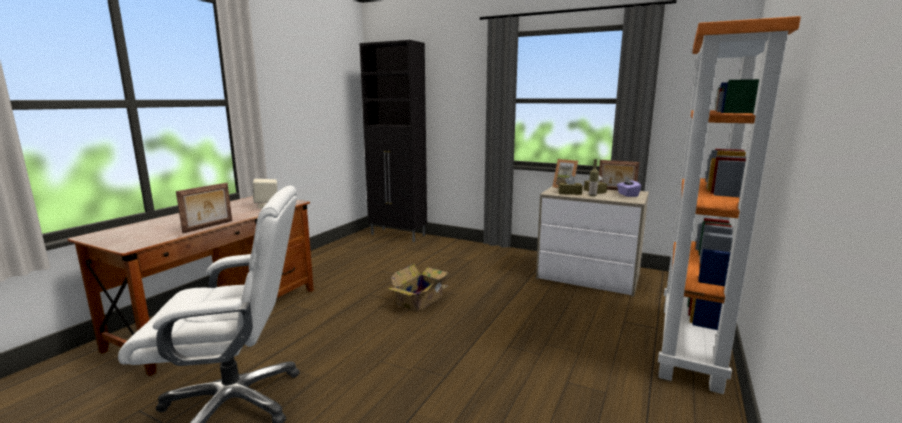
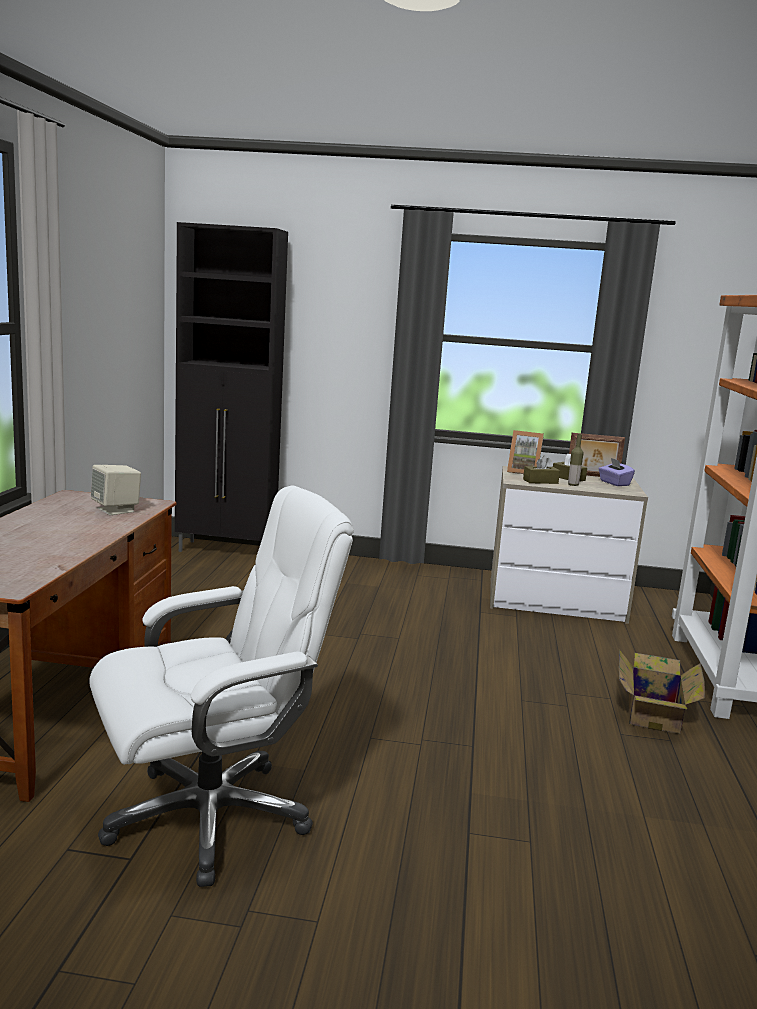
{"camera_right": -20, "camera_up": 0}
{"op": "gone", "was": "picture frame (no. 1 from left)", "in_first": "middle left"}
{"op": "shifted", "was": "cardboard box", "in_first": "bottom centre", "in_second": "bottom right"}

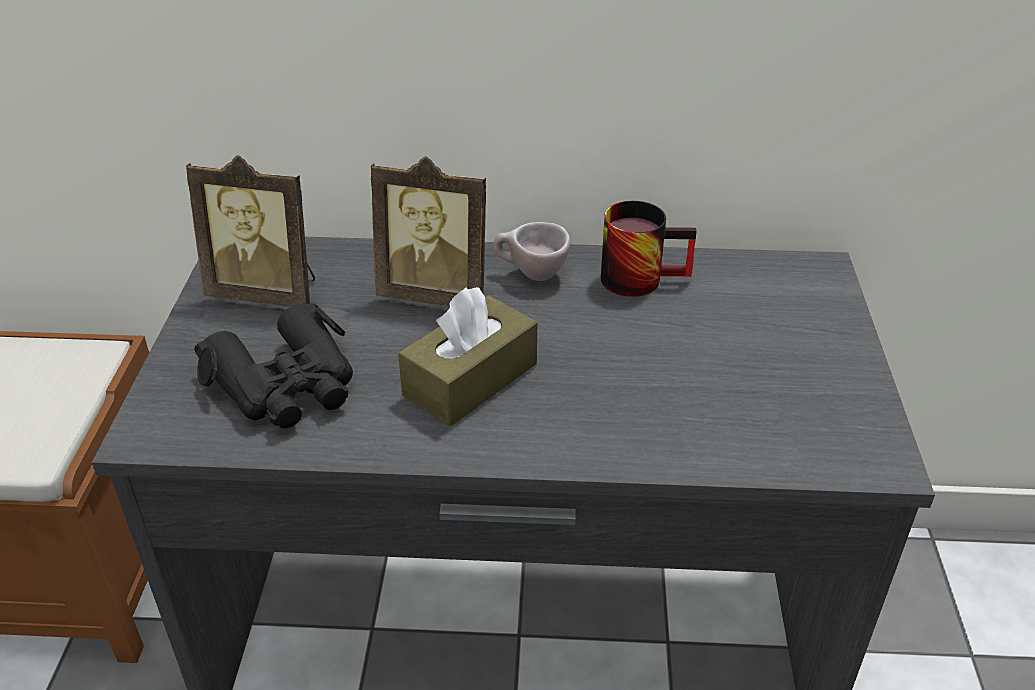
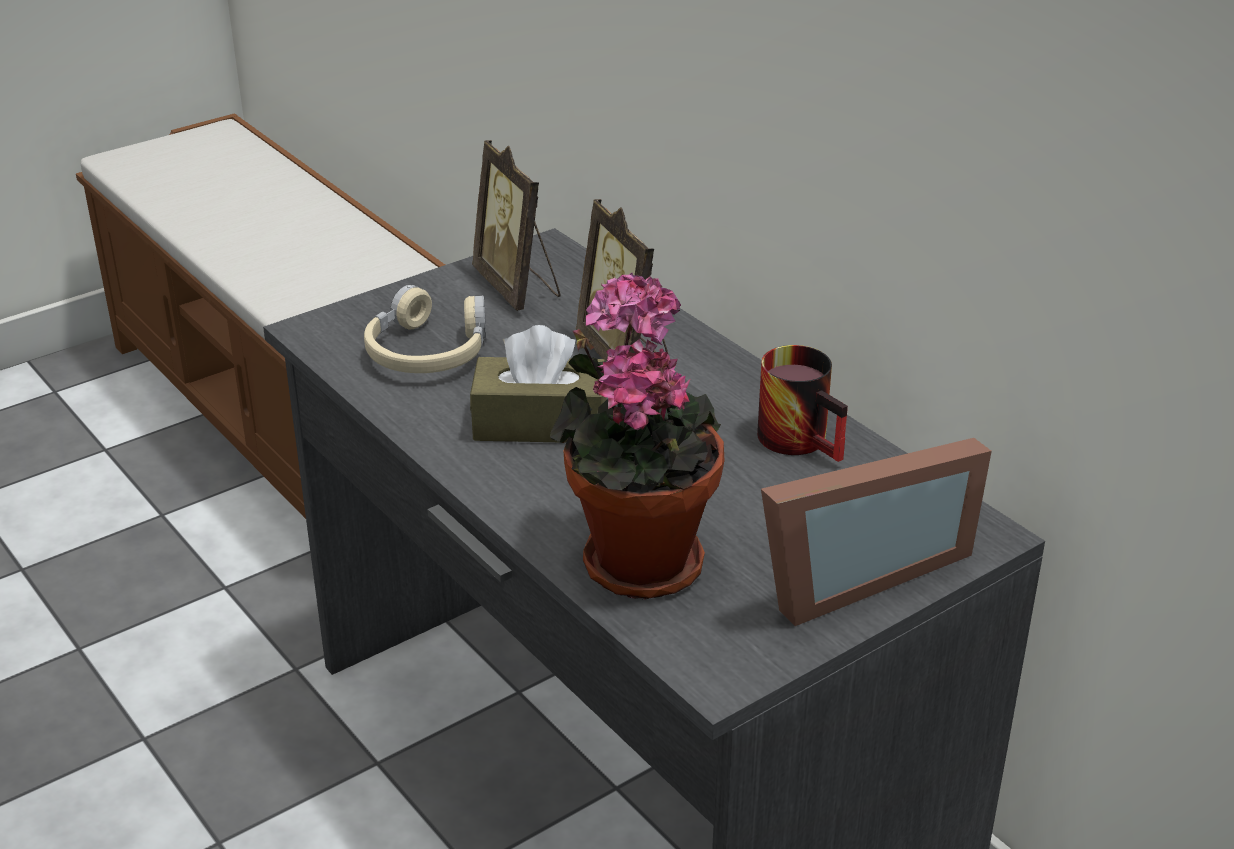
{"camera_right": 50, "camera_up": -5}
{"op": "gone", "was": "beige cup", "in_first": "centre"}
{"op": "new", "now": "potted plant", "in_second": "centre"}
{"op": "new", "now": "picture frame (no. 3 from left)", "in_second": "middle right"}
{"op": "swapped", "was": "black binoculars", "now": "beige headphones", "in_first": "middle left", "in_second": "centre"}

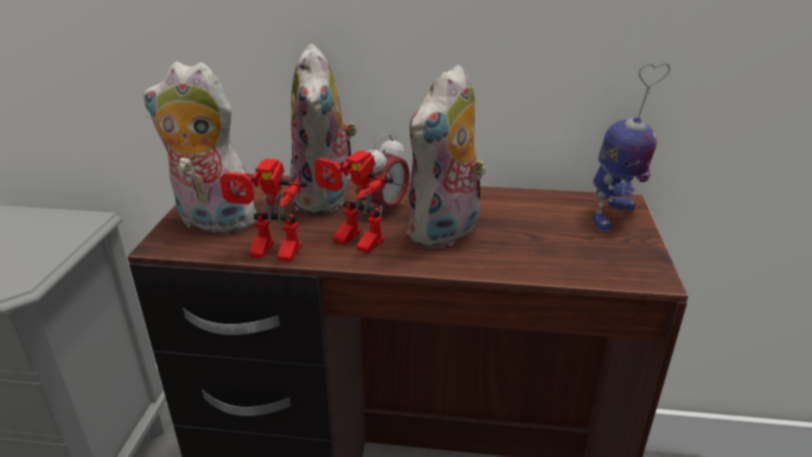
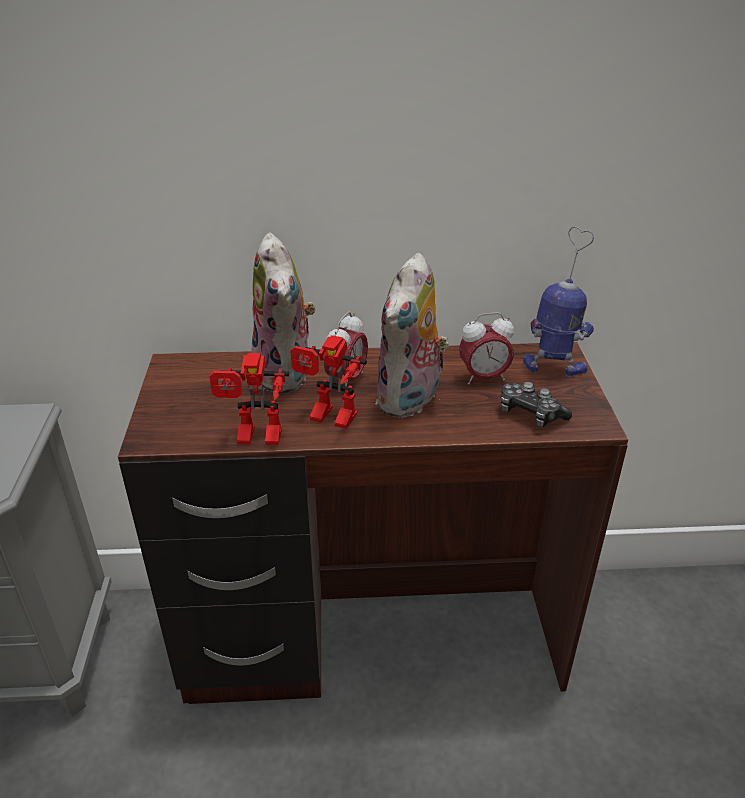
{"camera_right": -10, "camera_up": 5}
{"op": "gone", "was": "plush toy (no. 1 from left)", "in_first": "top left"}
{"op": "new", "now": "alarm clock (no. 2 from left)", "in_second": "centre"}
{"op": "new", "now": "game controller", "in_second": "middle right"}
{"op": "rotated", "was": "toy robot (no. 3 from left)", "in_first": "top right", "in_second": "middle right", "clockwise": -105}

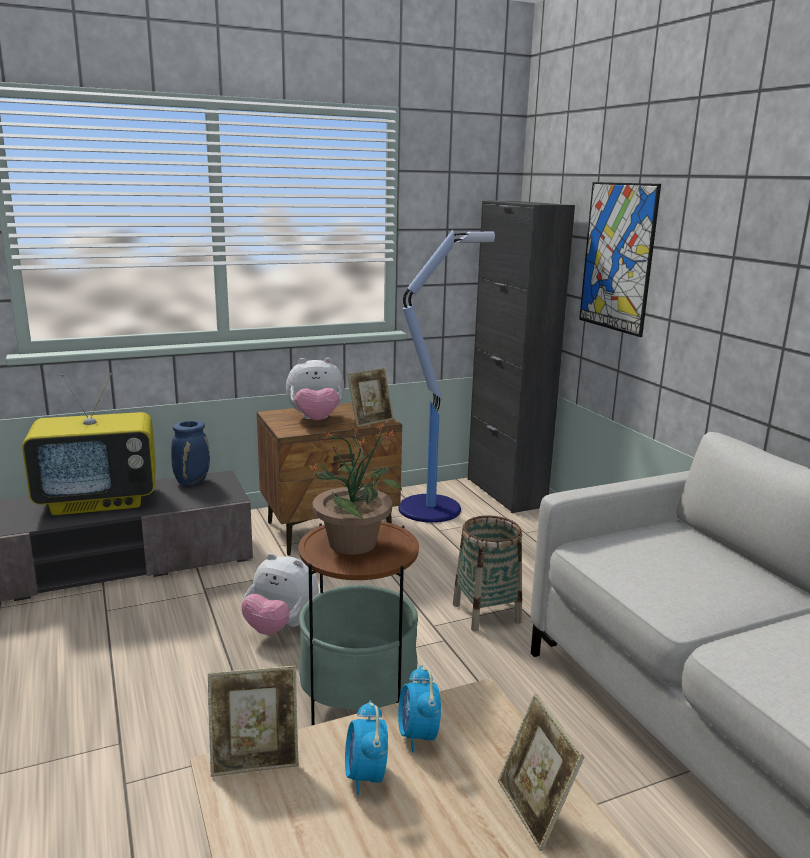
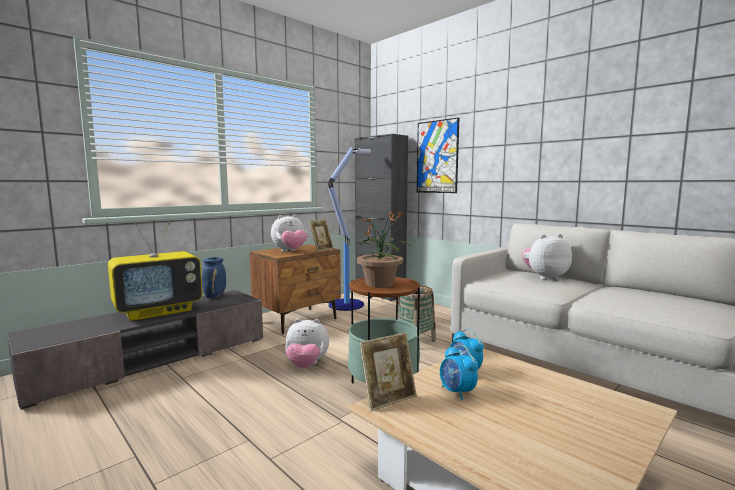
{"camera_right": -20, "camera_up": -10}
{"op": "gone", "was": "picture frame (no. 3 from left)", "in_first": "bottom right"}
{"op": "new", "now": "plush toy (no. 3 from left)", "in_second": "middle right"}

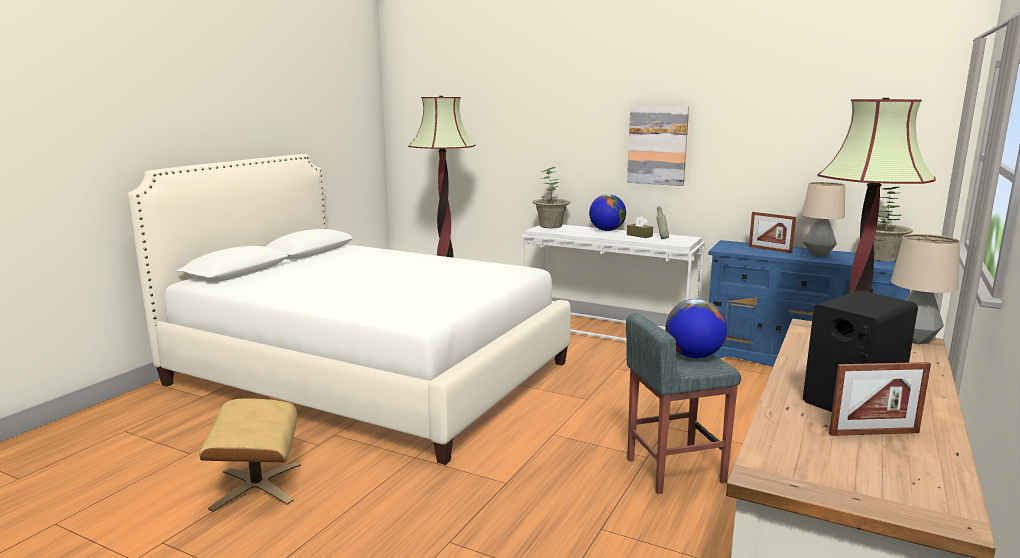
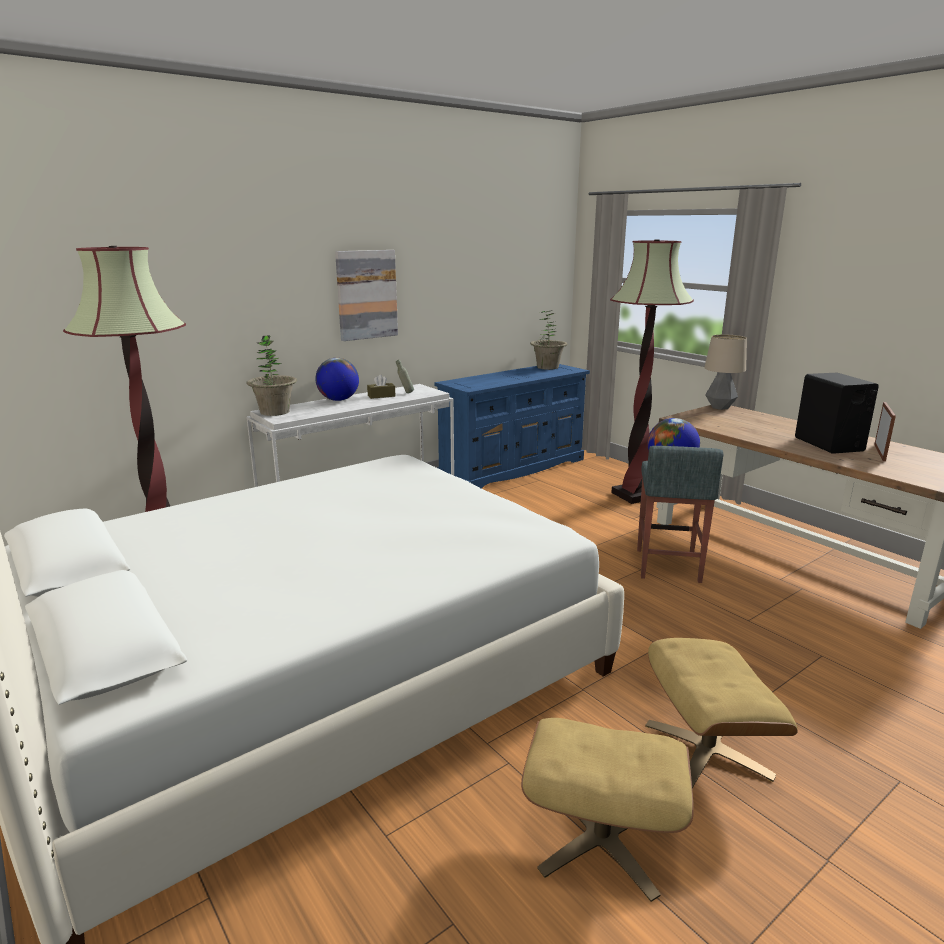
{"camera_right": -65, "camera_up": 5}
{"op": "gone", "was": "picture frame (no. 1 from left)", "in_first": "middle right"}
{"op": "gone", "was": "table lamp (no. 1 from left)", "in_first": "middle right"}
{"op": "new", "now": "beige ottoman (no. 2 from left)", "in_second": "bottom right"}

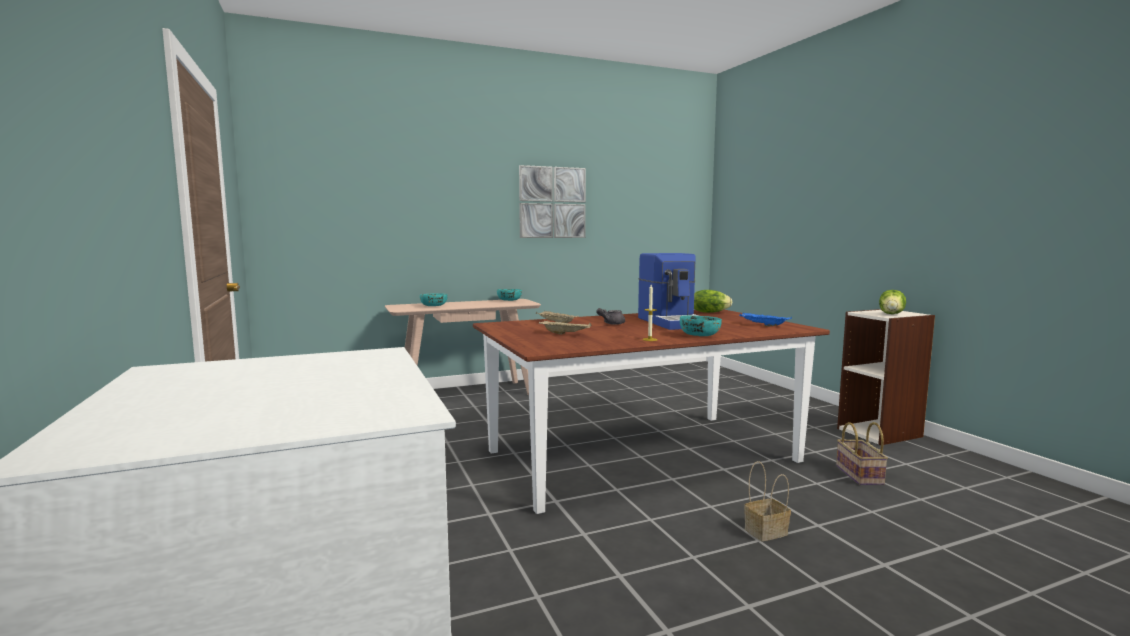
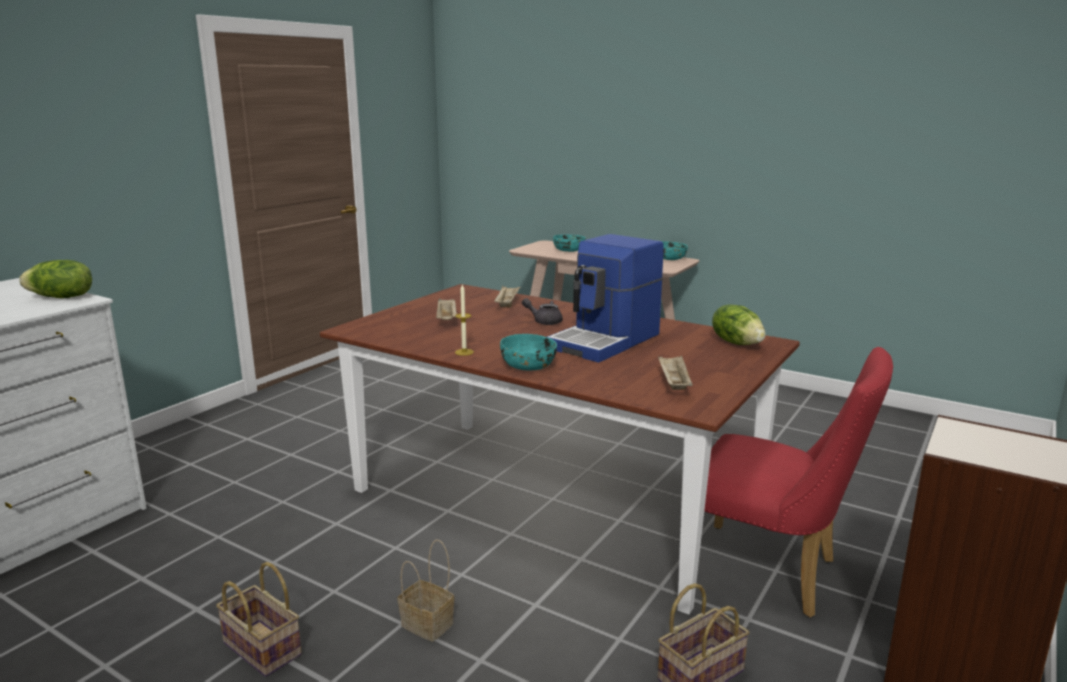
{"camera_right": 55, "camera_up": 10}
{"op": "gone", "was": "picture", "in_first": "top centre"}
{"op": "new", "now": "basket (no. 1 from left)", "in_second": "bottom left"}
{"op": "new", "now": "red chair", "in_second": "bottom right"}
{"op": "shifted", "was": "lettuce (no. 2 from left in the first image)", "now": "lettuce (no. 1 from left)", "in_first": "middle right", "in_second": "middle left"}
{"op": "repainted", "was": "blue tray", "now": "beige tray (no. 3 from left)", "in_first": "middle right", "in_second": "centre"}

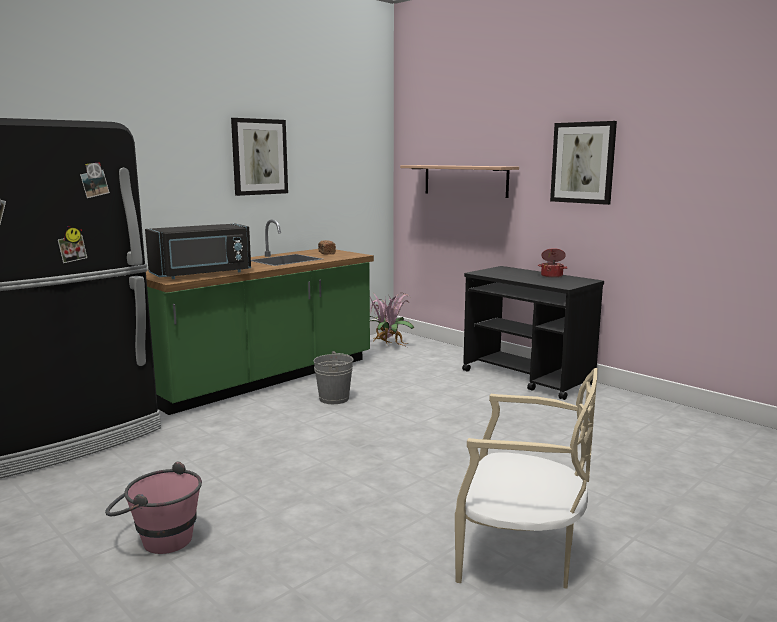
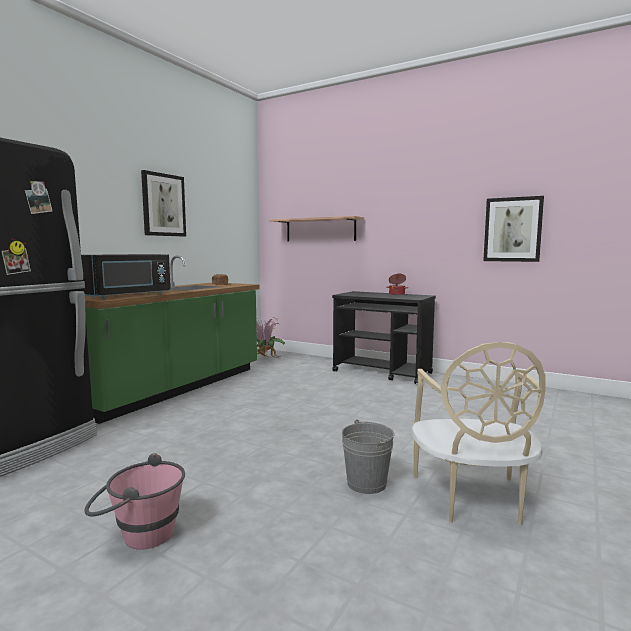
{"camera_right": -15, "camera_up": -5}
{"op": "shifted", "was": "grey bucket", "in_first": "centre", "in_second": "bottom centre"}
{"op": "shifted", "was": "picture (no. 2 from left)", "in_first": "top right", "in_second": "middle right"}
{"op": "rotated", "was": "beige chair", "in_first": "bottom right", "in_second": "bottom right", "clockwise": 90}

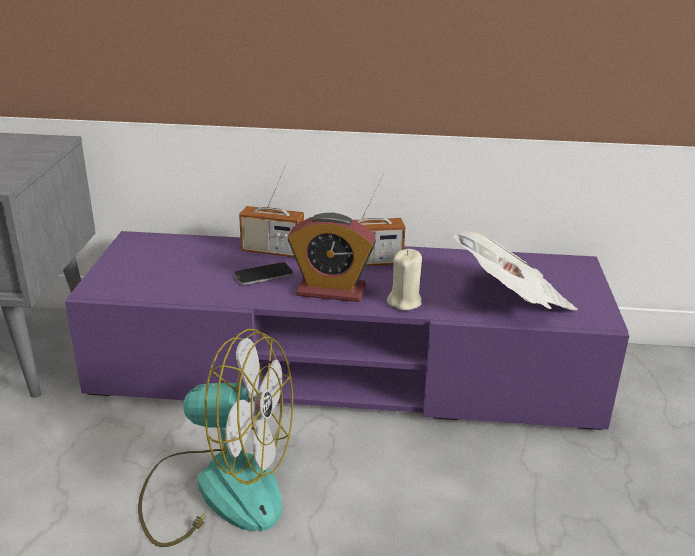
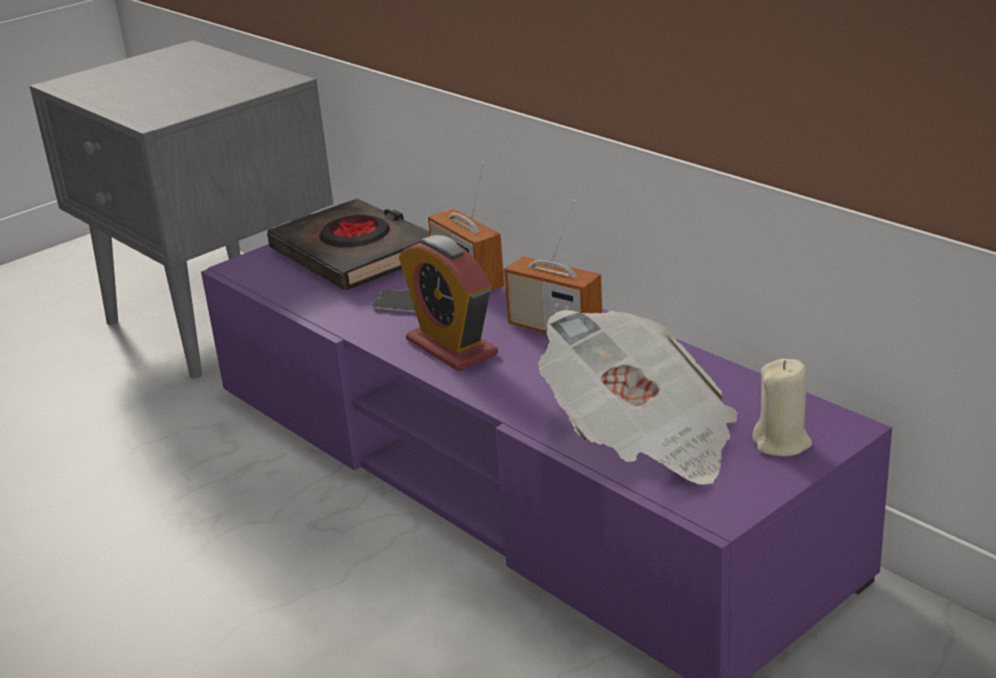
{"camera_right": 45, "camera_up": 0}
{"op": "gone", "was": "fan", "in_first": "bottom left"}
{"op": "new", "now": "black book", "in_second": "centre"}
{"op": "shifted", "was": "beige candle", "in_first": "centre", "in_second": "middle right"}

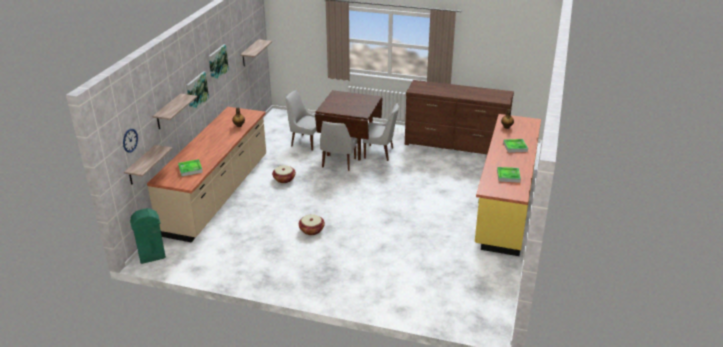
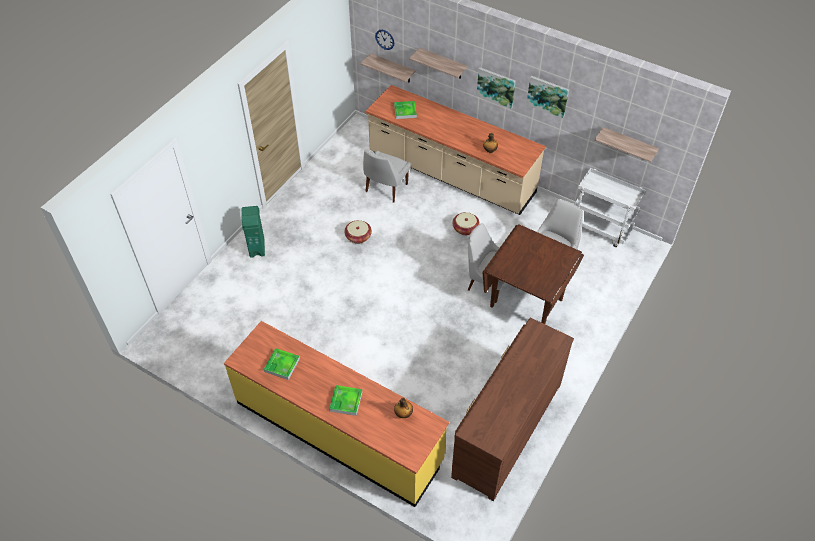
{"camera_right": 105, "camera_up": 20}
{"op": "new", "now": "white cart", "in_second": "middle right"}
{"op": "shifted", "was": "green trash can", "in_first": "bottom left", "in_second": "middle left"}
{"op": "shifted", "was": "white chair (no. 3 from left in the first image)", "now": "white chair (no. 1 from left)", "in_first": "centre", "in_second": "top centre"}

